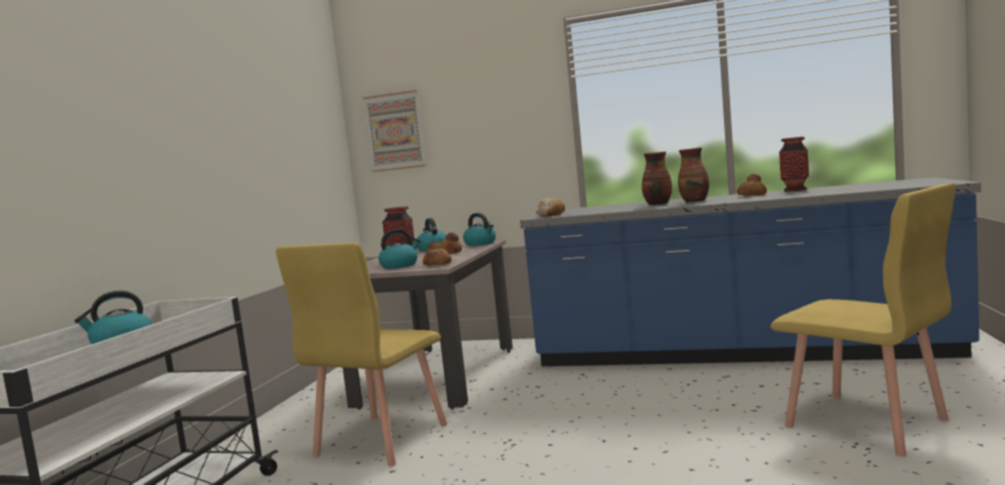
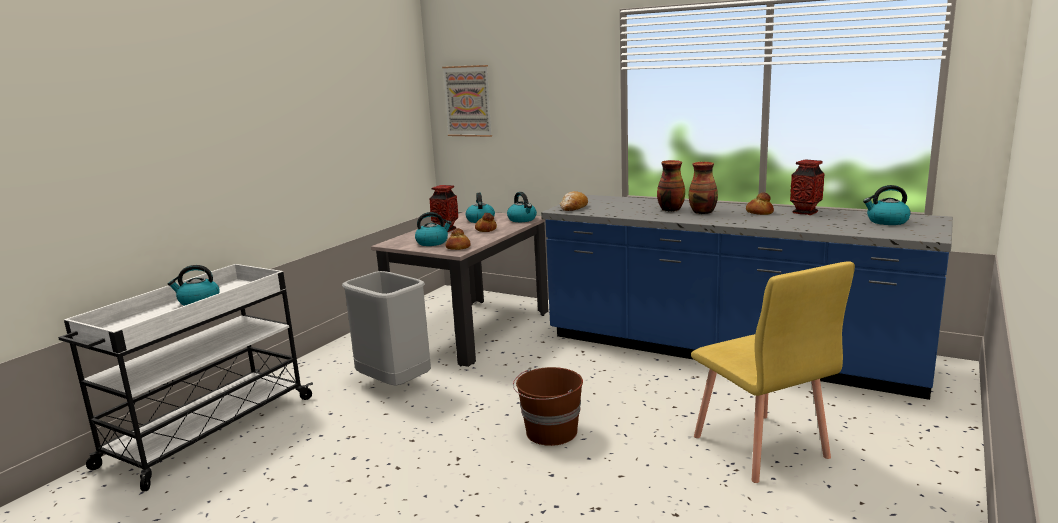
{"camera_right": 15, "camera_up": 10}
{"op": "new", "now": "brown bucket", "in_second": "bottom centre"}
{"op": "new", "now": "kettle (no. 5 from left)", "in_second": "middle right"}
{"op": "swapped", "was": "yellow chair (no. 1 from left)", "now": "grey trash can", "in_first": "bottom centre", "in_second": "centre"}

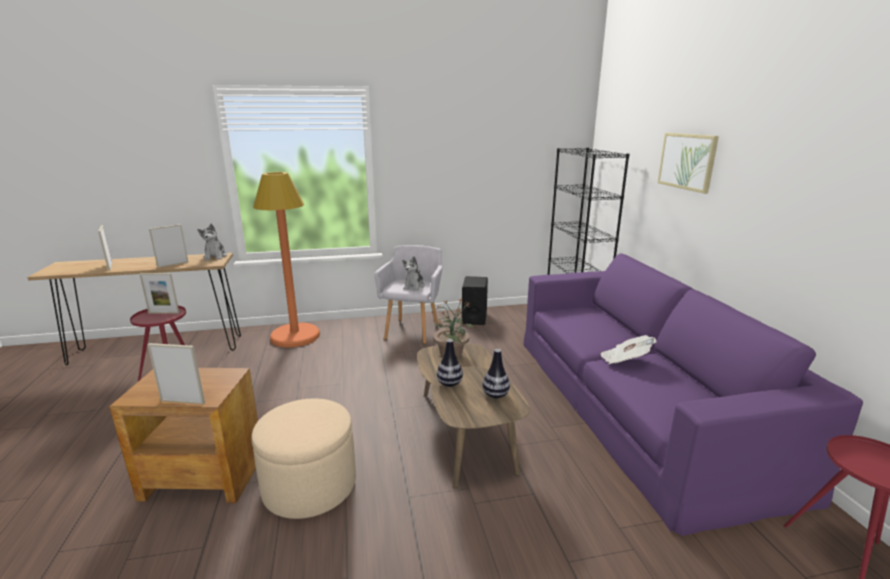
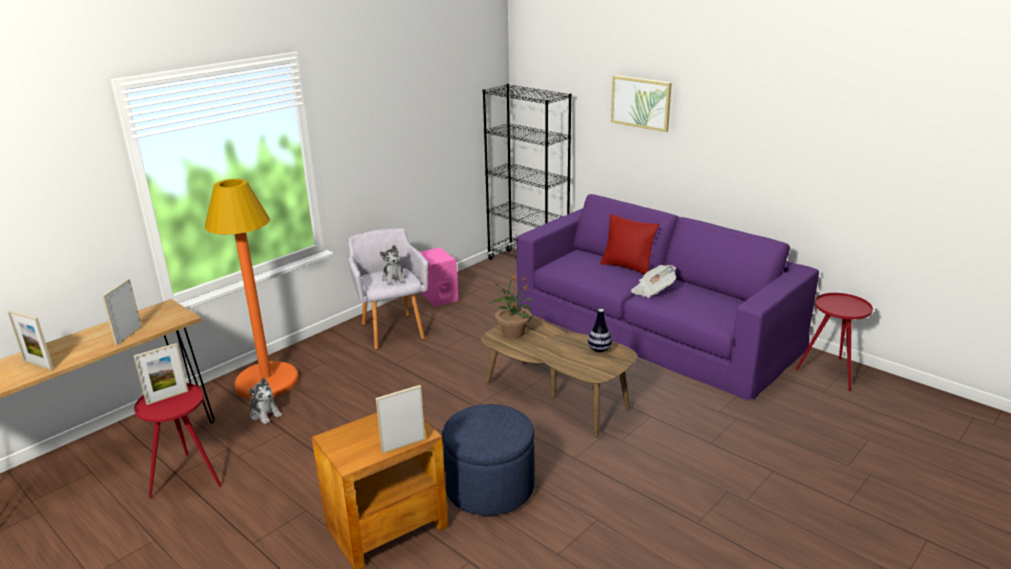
{"camera_right": -35, "camera_up": 5}
{"op": "gone", "was": "vase (no. 1 from left)", "in_first": "centre"}
{"op": "new", "now": "red pillow", "in_second": "centre"}
{"op": "shifted", "was": "plush toy (no. 1 from left)", "in_first": "middle left", "in_second": "bottom left"}
{"op": "repainted", "was": "beige ottoman", "now": "blue ottoman", "in_first": "bottom centre", "in_second": "bottom centre"}
{"op": "repainted", "was": "black speaker", "now": "pink speaker", "in_first": "centre", "in_second": "centre"}

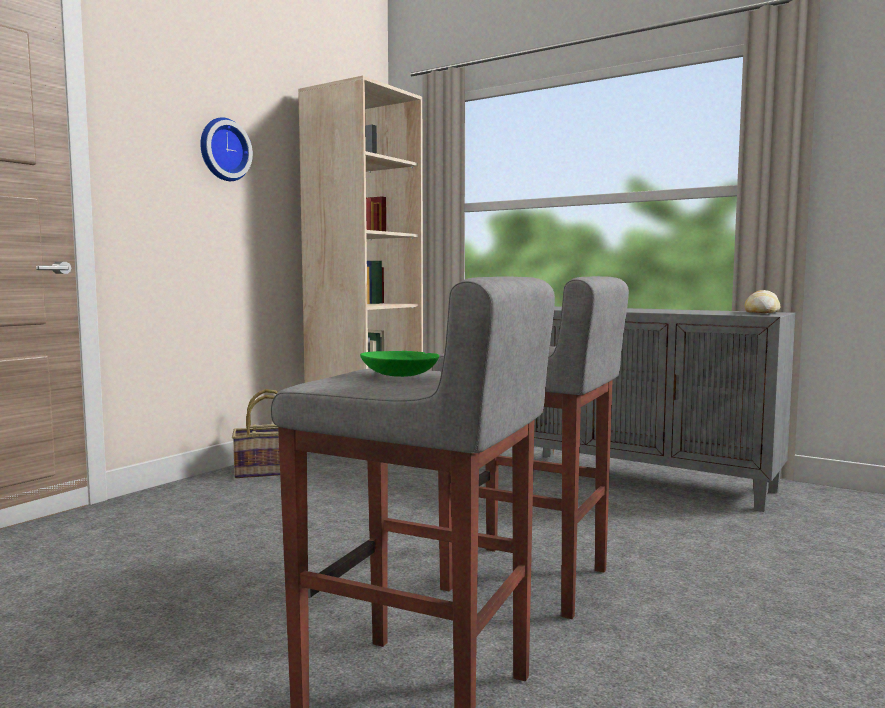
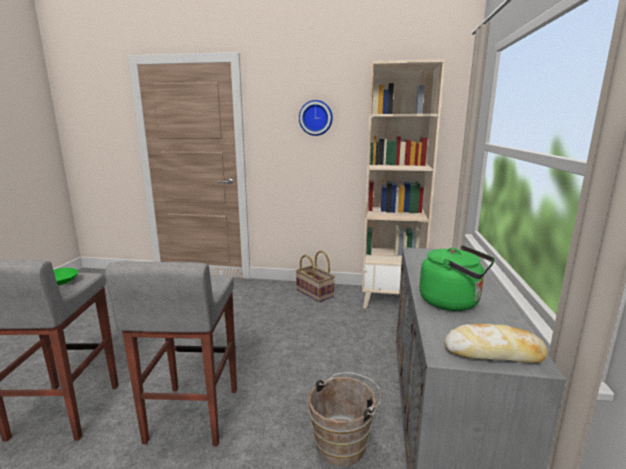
{"camera_right": 65, "camera_up": 10}
{"op": "new", "now": "brown bucket", "in_second": "bottom centre"}
{"op": "new", "now": "green kettle", "in_second": "middle right"}

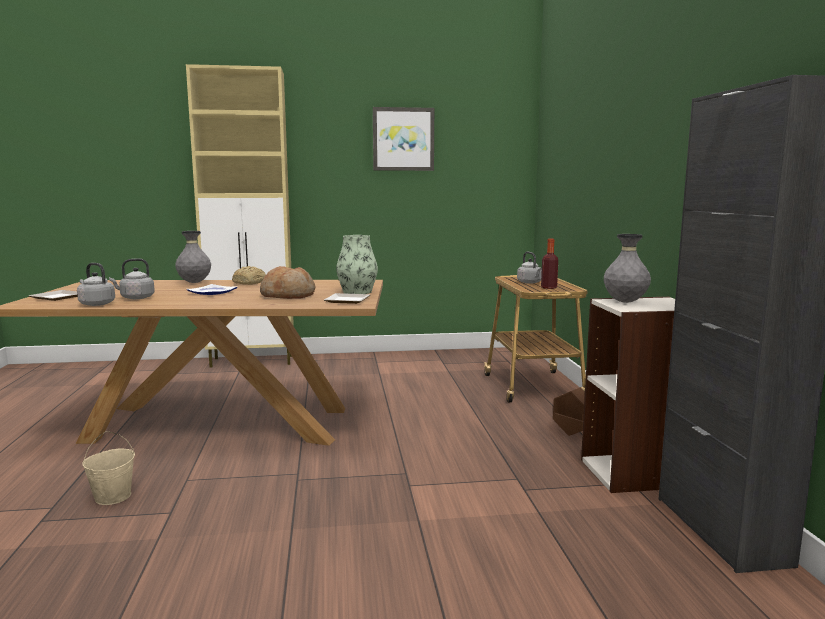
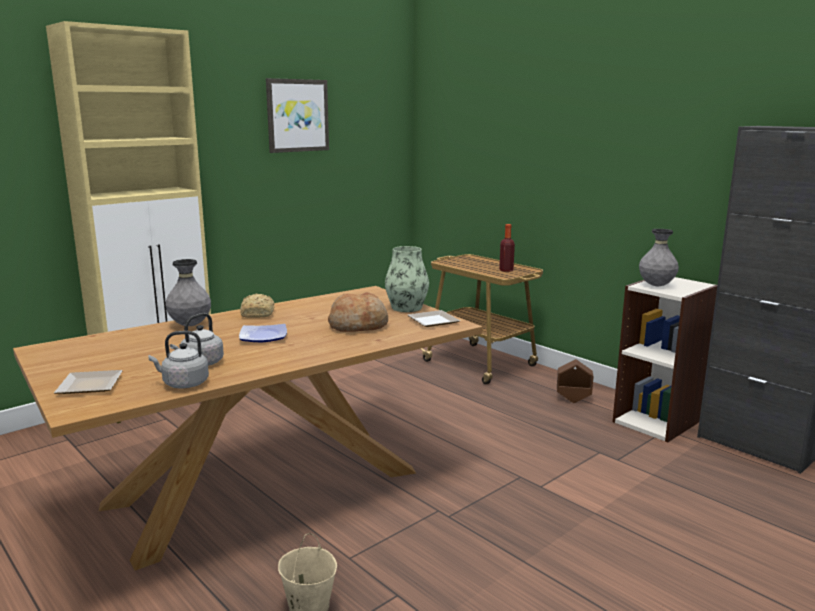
{"camera_right": -35, "camera_up": 5}
{"op": "gone", "was": "grey kettle (no. 3 from left)", "in_first": "centre"}

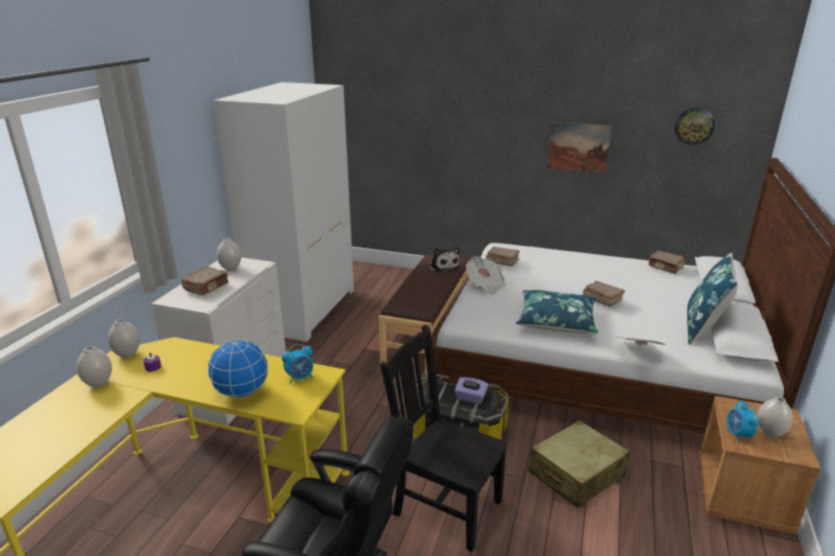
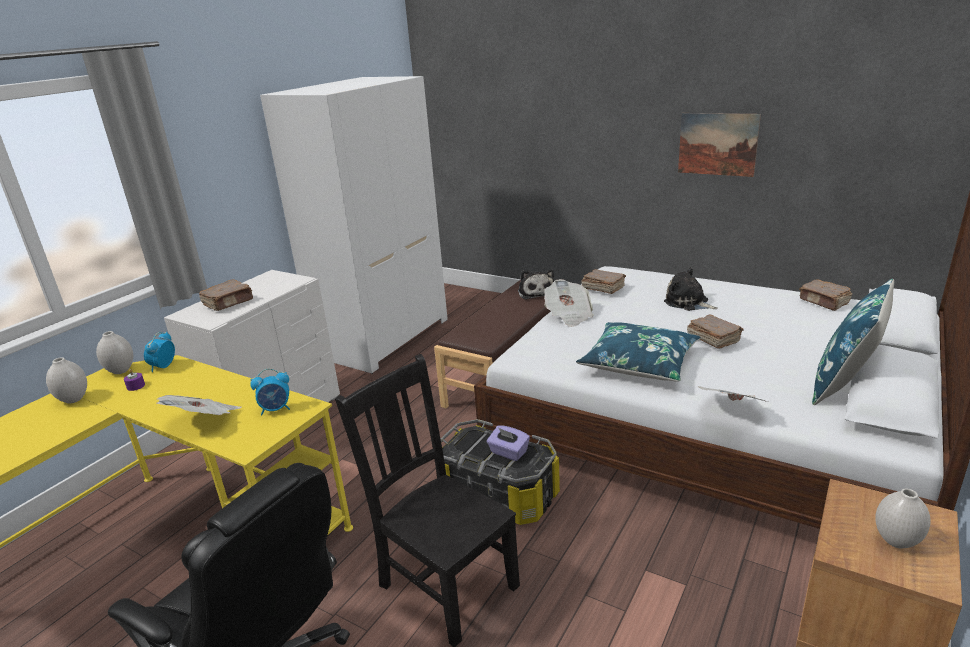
{"camera_right": 15, "camera_up": 0}
{"op": "gone", "was": "white vase (no. 3 from left)", "in_first": "middle left"}
{"op": "gone", "was": "beige suitcase", "in_first": "bottom right"}
{"op": "gone", "was": "wall clock", "in_first": "top right"}
{"op": "new", "now": "plush toy (no. 2 from left)", "in_second": "middle right"}
{"op": "shifted", "was": "alarm clock (no. 2 from left in the first image)", "now": "alarm clock (no. 1 from left)", "in_first": "bottom right", "in_second": "middle left"}
{"op": "swapped", "was": "globe", "now": "newspaper (no. 1 from left)", "in_first": "middle left", "in_second": "middle left"}

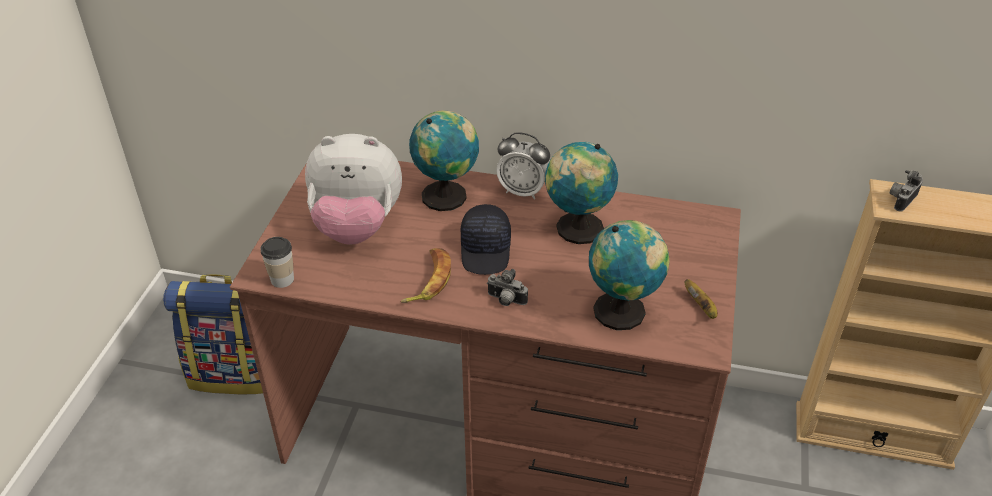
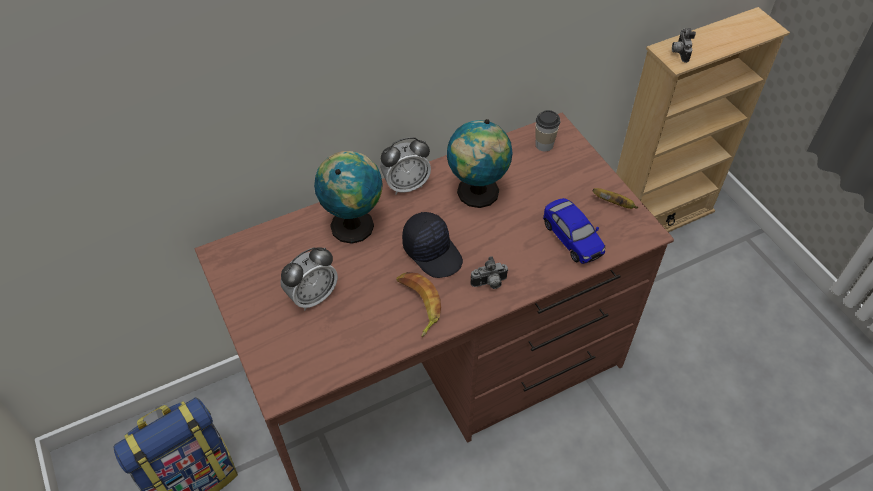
{"camera_right": -40, "camera_up": 10}
{"op": "shifted", "was": "cup", "in_first": "middle left", "in_second": "top centre"}
{"op": "swapped", "was": "plush toy", "now": "alarm clock (no. 1 from left)", "in_first": "centre", "in_second": "centre"}
{"op": "swapped", "was": "globe (no. 3 from left)", "now": "toy car", "in_first": "centre", "in_second": "centre"}

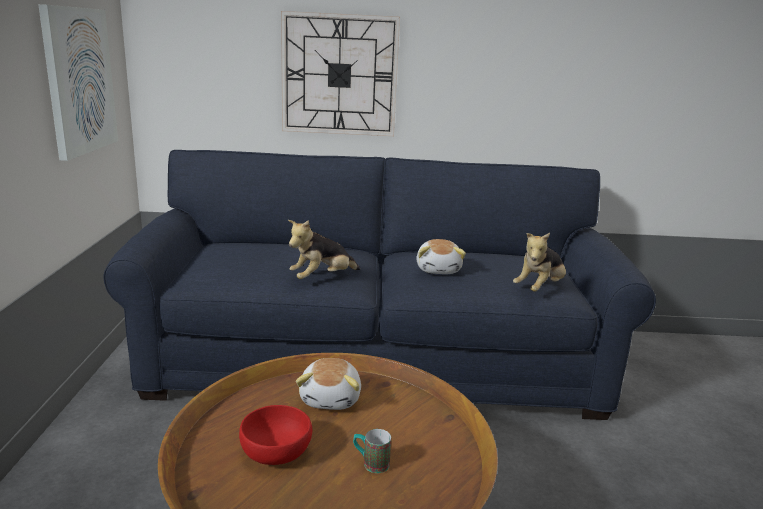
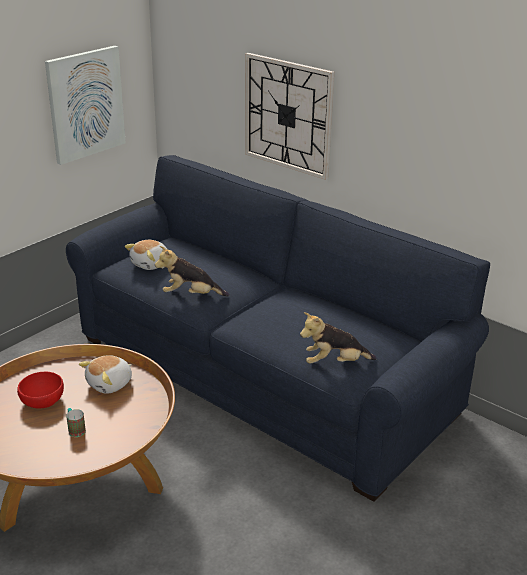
{"camera_right": 40, "camera_up": 10}
{"op": "shifted", "was": "plush toy (no. 3 from left in the first image)", "now": "plush toy (no. 2 from left)", "in_first": "centre", "in_second": "middle left"}

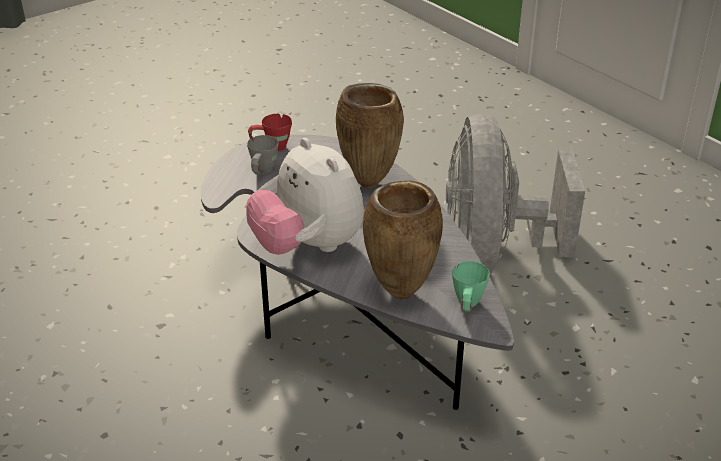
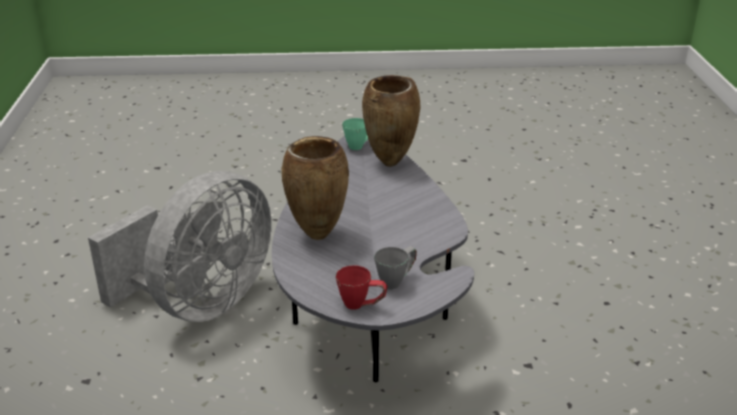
{"camera_right": -145, "camera_up": -5}
{"op": "gone", "was": "plush toy", "in_first": "centre"}

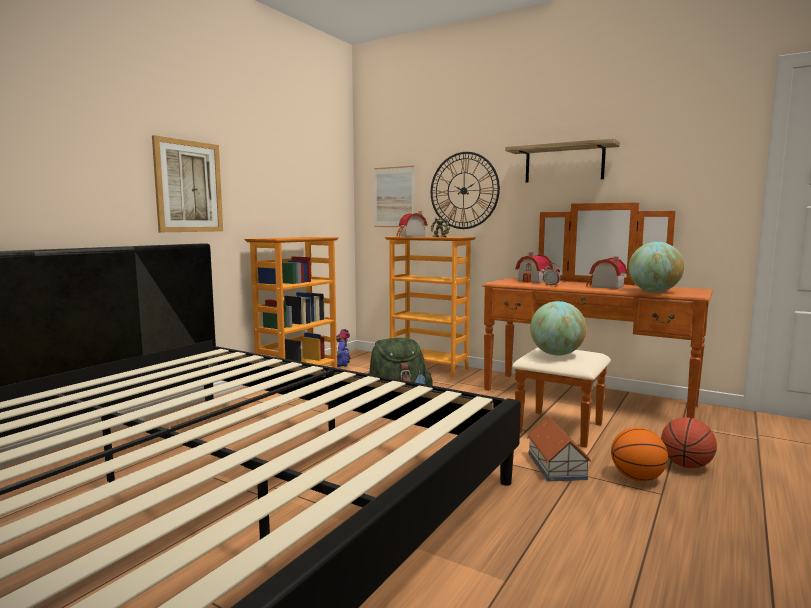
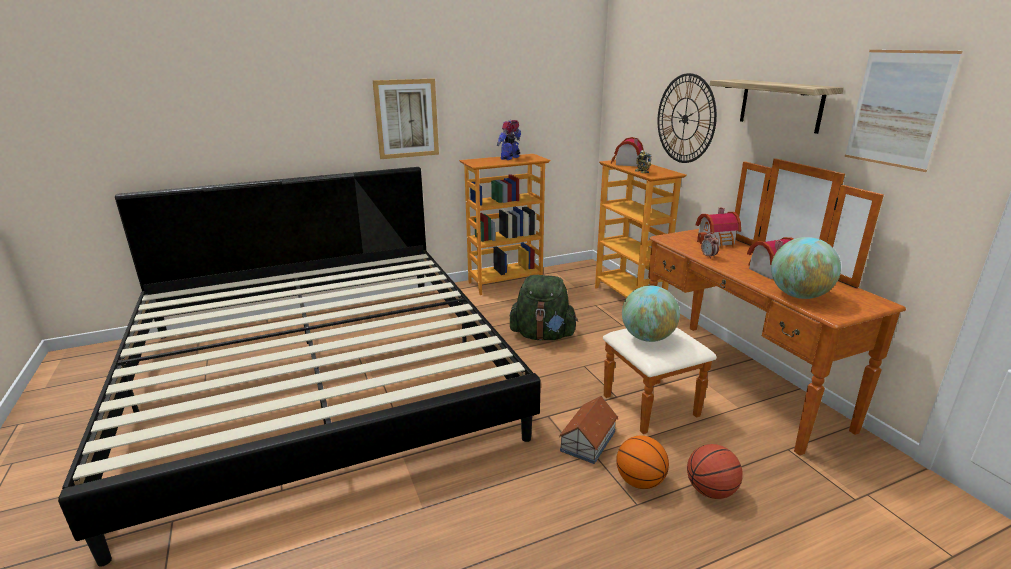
{"camera_right": 35, "camera_up": 15}
{"op": "shifted", "was": "toy robot (no. 1 from left)", "in_first": "centre", "in_second": "top centre"}
{"op": "shifted", "was": "picture (no. 2 from left)", "in_first": "top centre", "in_second": "top right"}

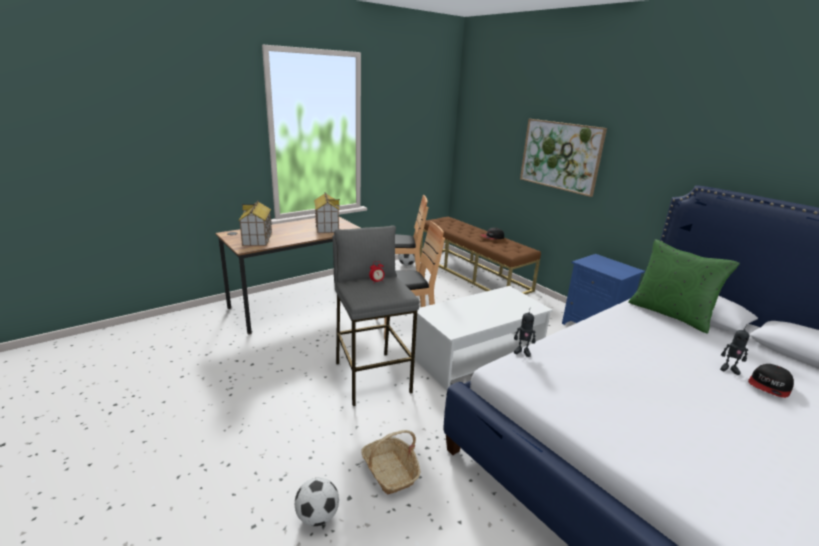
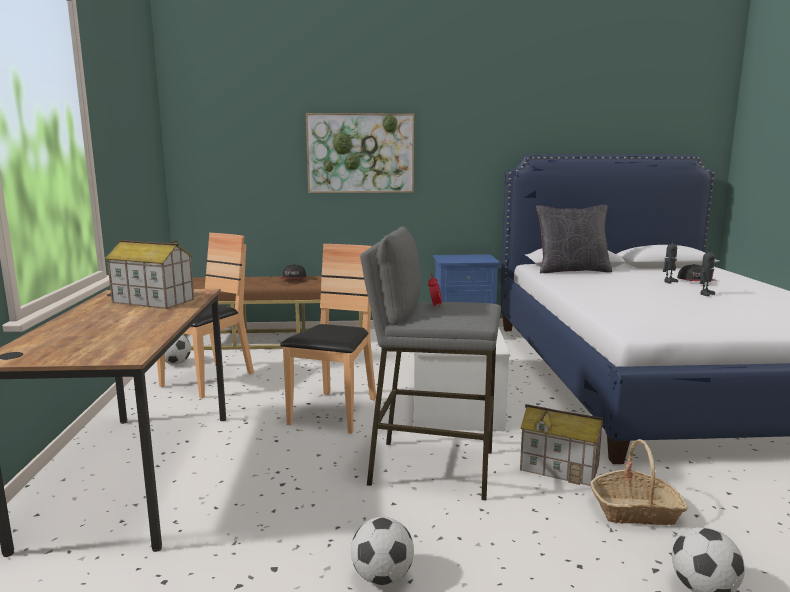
{"camera_right": -55, "camera_up": -10}
{"op": "new", "now": "football (no. 2 from left)", "in_second": "bottom centre"}
{"op": "shifted", "was": "toy house (no. 1 from left in the first image)", "now": "toy house (no. 2 from left)", "in_first": "middle left", "in_second": "bottom right"}
{"op": "shifted", "was": "toy robot (no. 1 from left in the first image)", "now": "toy robot (no. 2 from left)", "in_first": "centre", "in_second": "middle right"}
{"op": "repainted", "was": "green pillow", "now": "black pillow", "in_first": "middle right", "in_second": "middle right"}

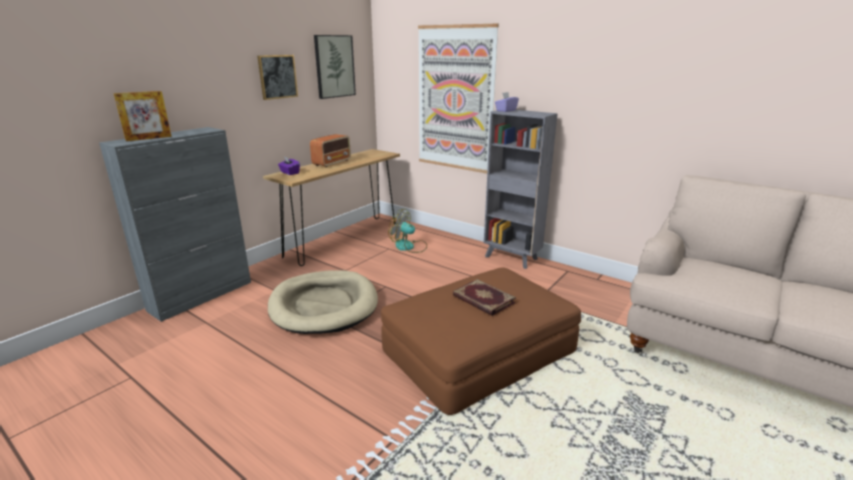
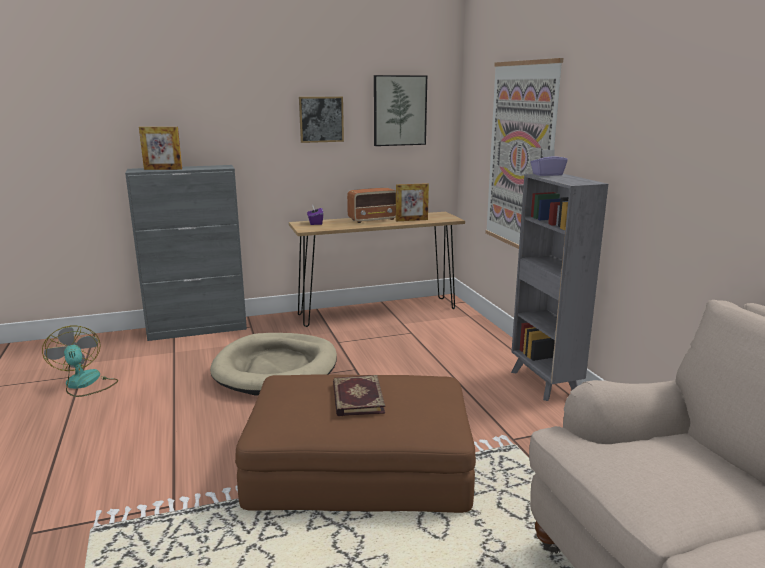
{"camera_right": 35, "camera_up": -5}
{"op": "new", "now": "picture frame (no. 2 from left)", "in_second": "centre"}
{"op": "shifted", "was": "fan", "in_first": "centre", "in_second": "middle left"}

